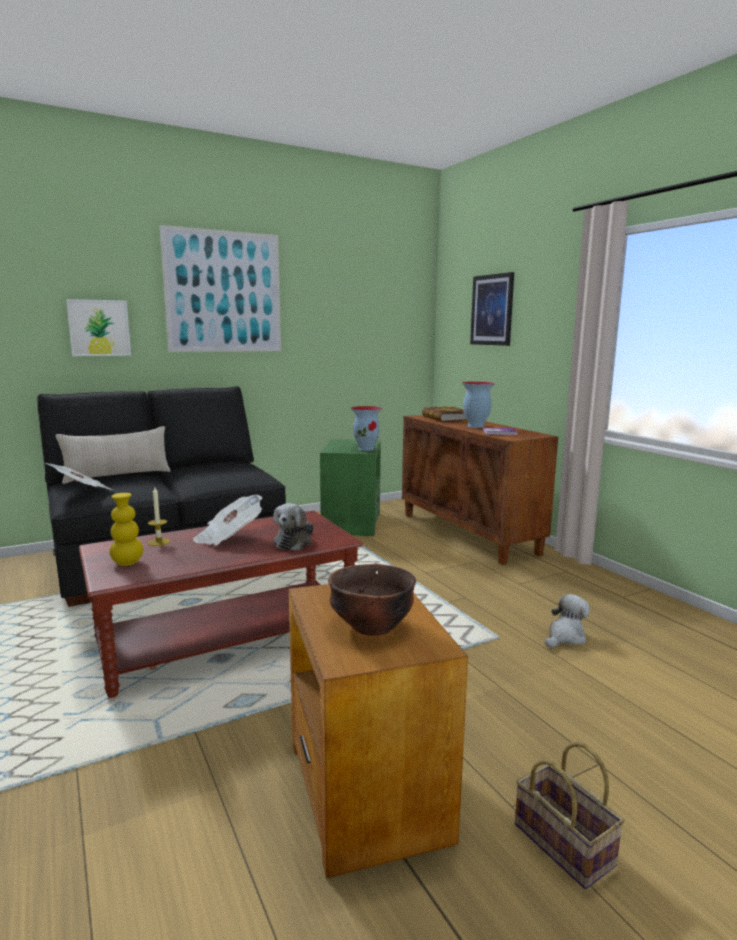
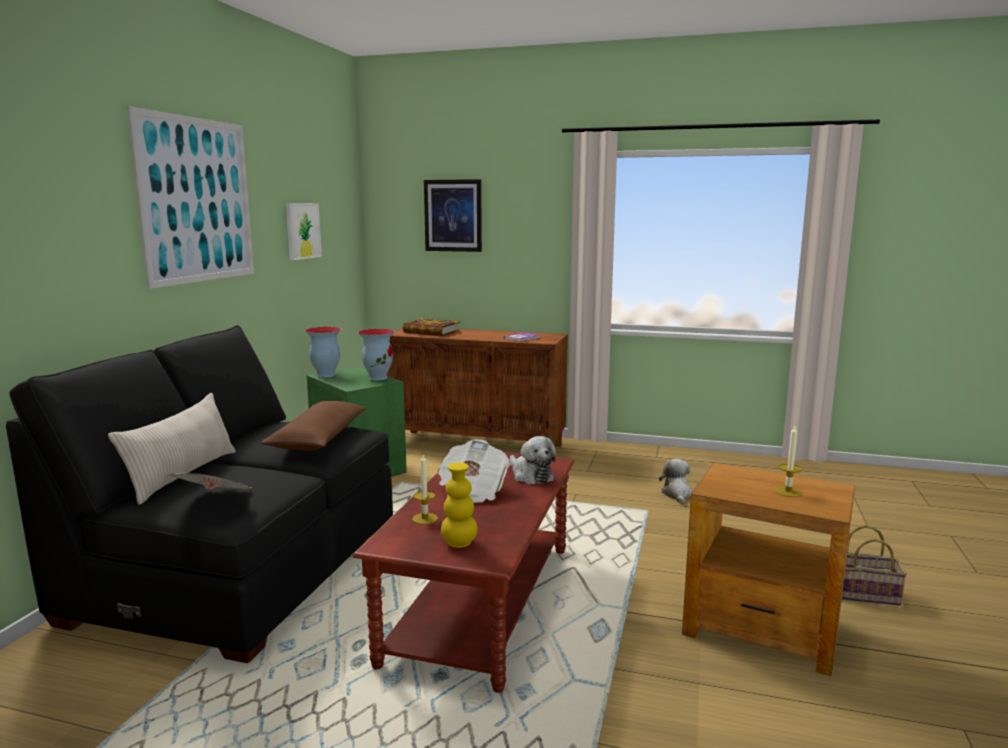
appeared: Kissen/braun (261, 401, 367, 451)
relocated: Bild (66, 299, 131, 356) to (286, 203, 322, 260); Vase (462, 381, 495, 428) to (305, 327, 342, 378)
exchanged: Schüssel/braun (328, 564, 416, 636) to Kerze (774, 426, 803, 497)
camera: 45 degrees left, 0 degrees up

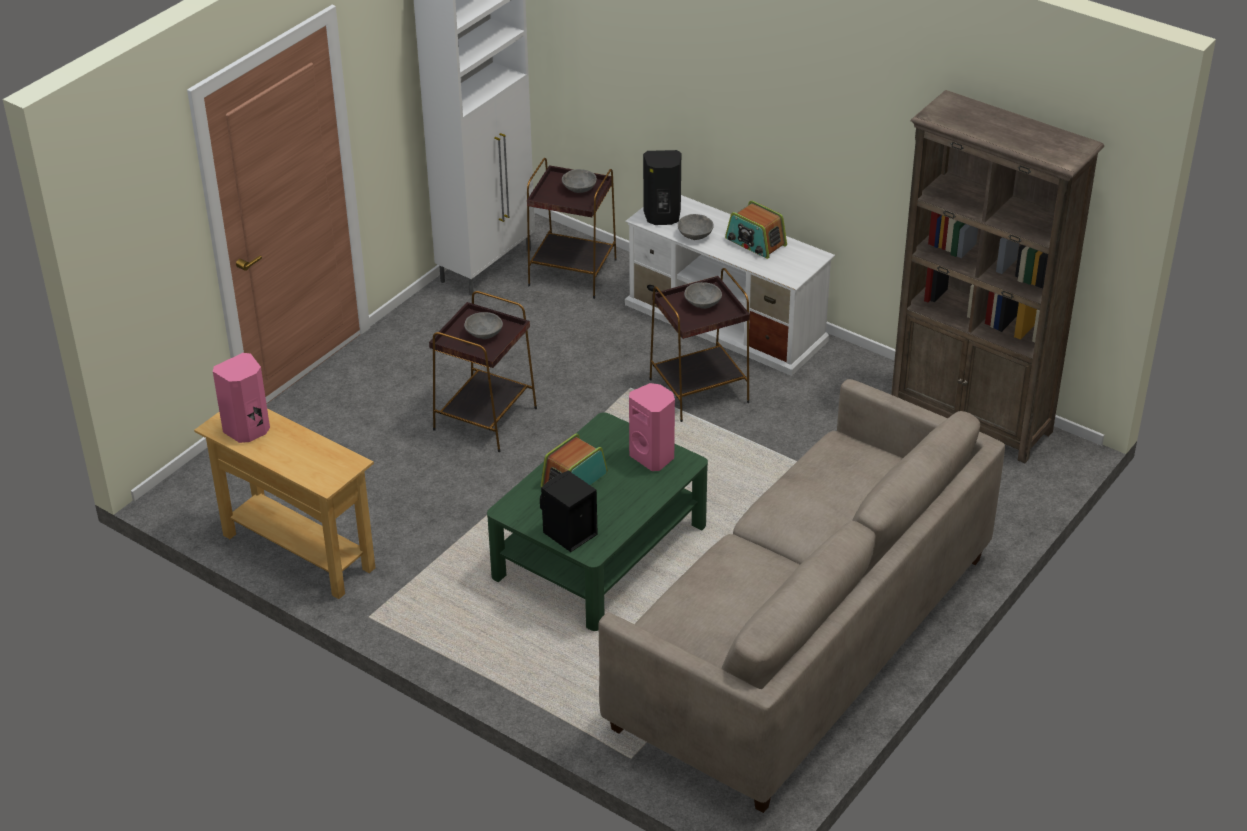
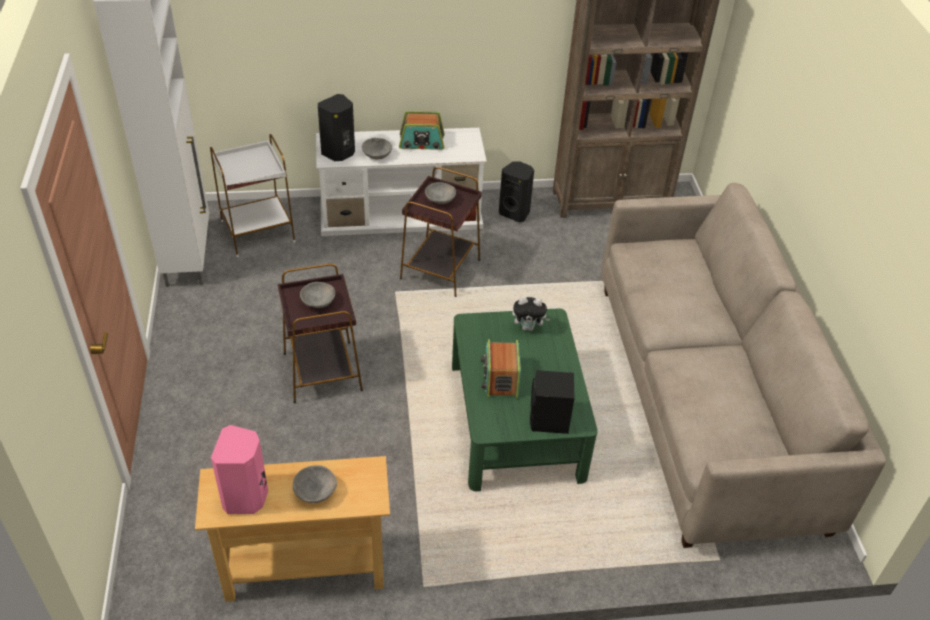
appeared: Lautsprecher/schwarz (499, 162, 534, 222)
relocated: Schüssel/grau (562, 169, 597, 193) to (293, 465, 337, 503)
exchanged: Lautsprecher/rosa (629, 383, 675, 471) to Plüschtier (512, 297, 550, 331)
colour: Beistelltisch/braun (527, 158, 617, 299) to Beistelltisch/weiß (210, 134, 295, 257)
camera: 45 degrees left, 5 degrees up

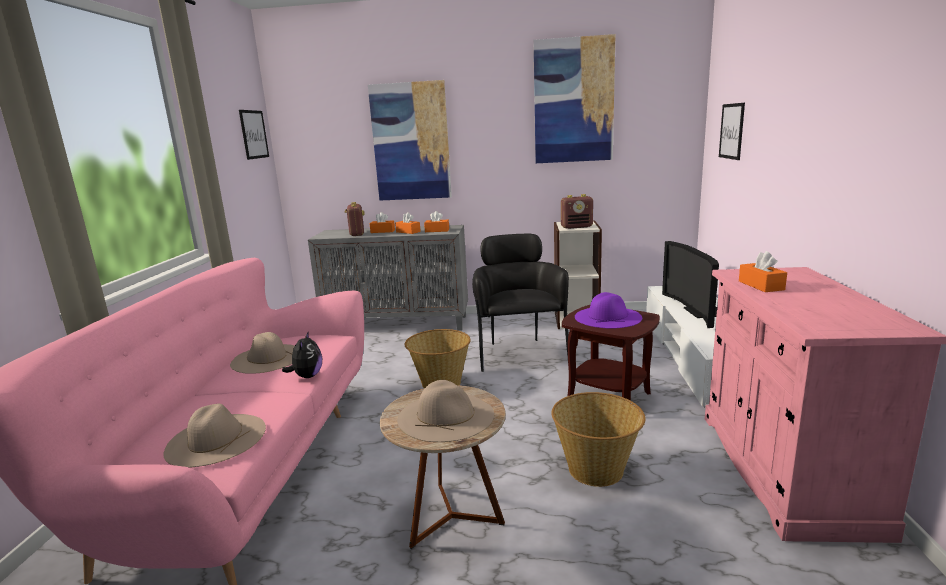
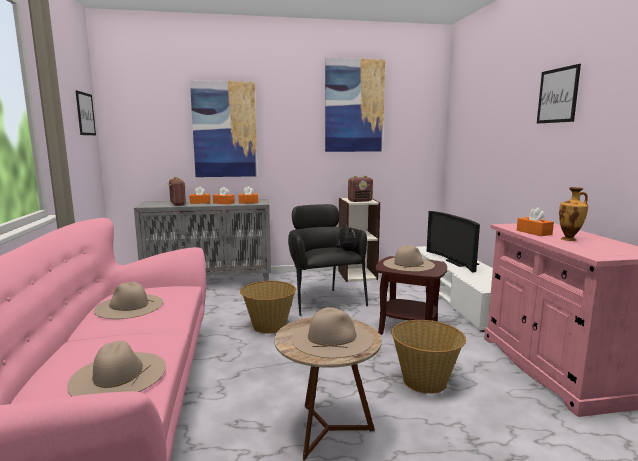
appeared: Vase (559, 187, 588, 241)
relocated: Plüschtier (282, 331, 322, 378) to (336, 224, 357, 251); Bild (719, 103, 745, 160) to (537, 64, 581, 123)
colour: Hut/lila (575, 292, 642, 329) to Hut/beige (383, 245, 435, 272)
camera: 15 degrees left, 5 degrees down

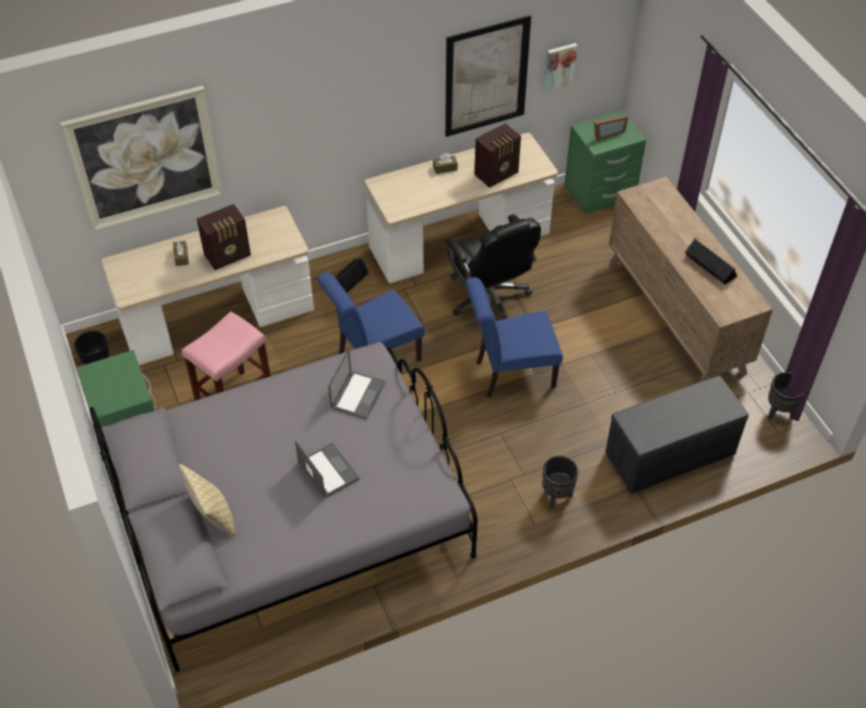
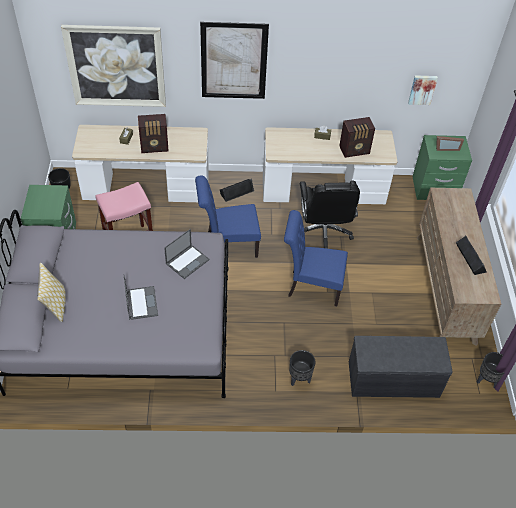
relocated: Bild (445, 15, 531, 137) to (200, 22, 269, 99)
camera: 20 degrees right, 0 degrees up

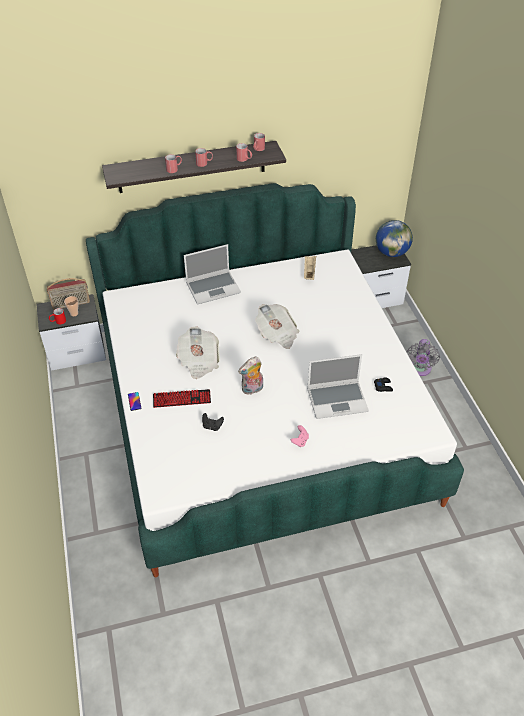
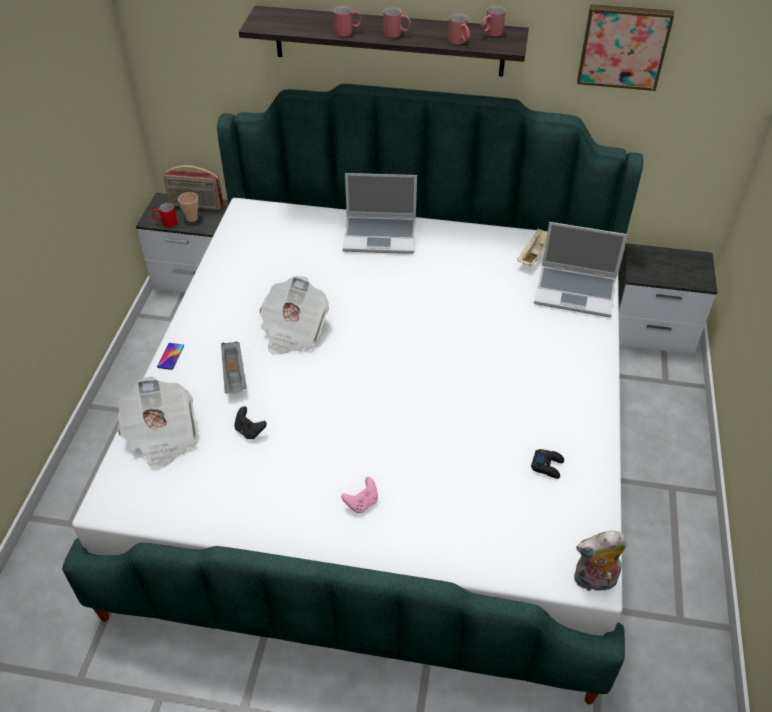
missing: Globus (376, 220, 413, 257); Ventilator/grau (407, 339, 440, 376)
appeared: Bild (577, 4, 674, 91)
relocated: Zeitung (255, 304, 299, 349) to (117, 377, 197, 470); Laptop (307, 354, 369, 419) to (534, 222, 627, 317); Plüschtier (238, 356, 263, 395) to (574, 531, 627, 591)
exchanged: Tastatur (153, 389, 211, 408) to Tablett/grau (221, 342, 246, 394)
camera: 25 degrees right, 0 degrees up

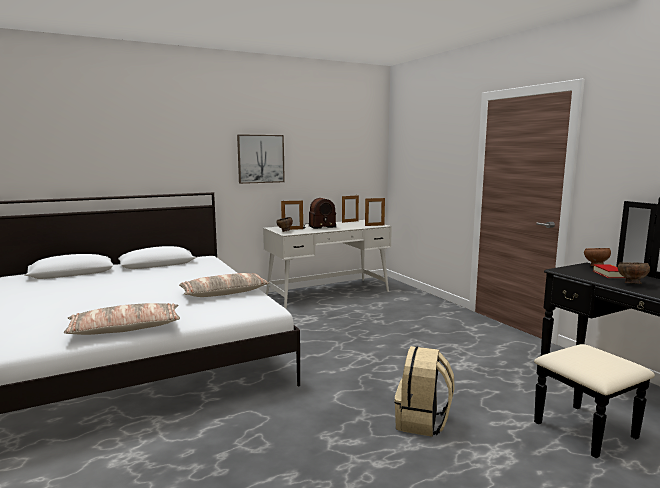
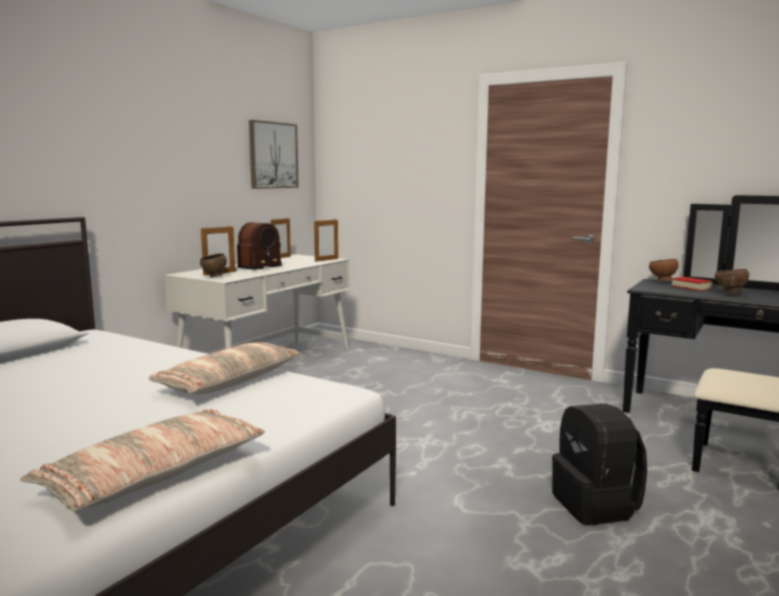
relocated: Bild (237, 134, 285, 184) to (249, 120, 299, 189)
colour: Rucksack/beige (395, 346, 455, 437) to Rucksack/schwarz (552, 403, 647, 525)
camera: 30 degrees left, 0 degrees up

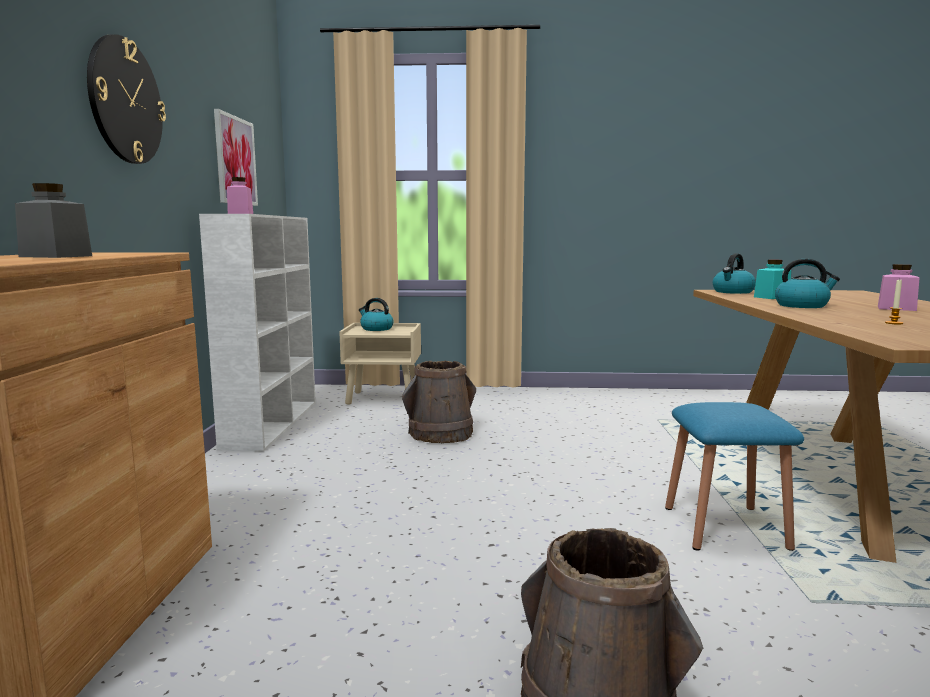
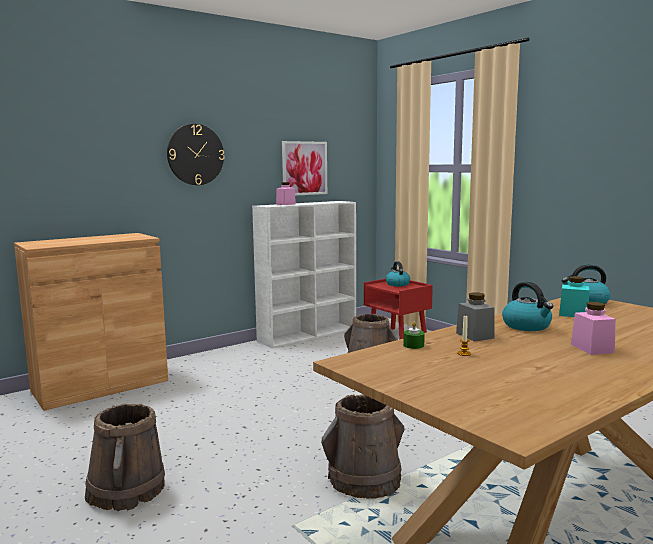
appeared: Kerze/grün (403, 321, 425, 349)
relocated: Vorratsglas/grau (15, 183, 92, 258) to (456, 293, 495, 342)
exchanged: Hocker/blau (665, 402, 804, 551) to Eimer/braun (321, 394, 404, 499)
colour: Nachttisch/beige (339, 323, 421, 405) to Nachttisch/rot (364, 279, 433, 340)
camera: 50 degrees right, 0 degrees up

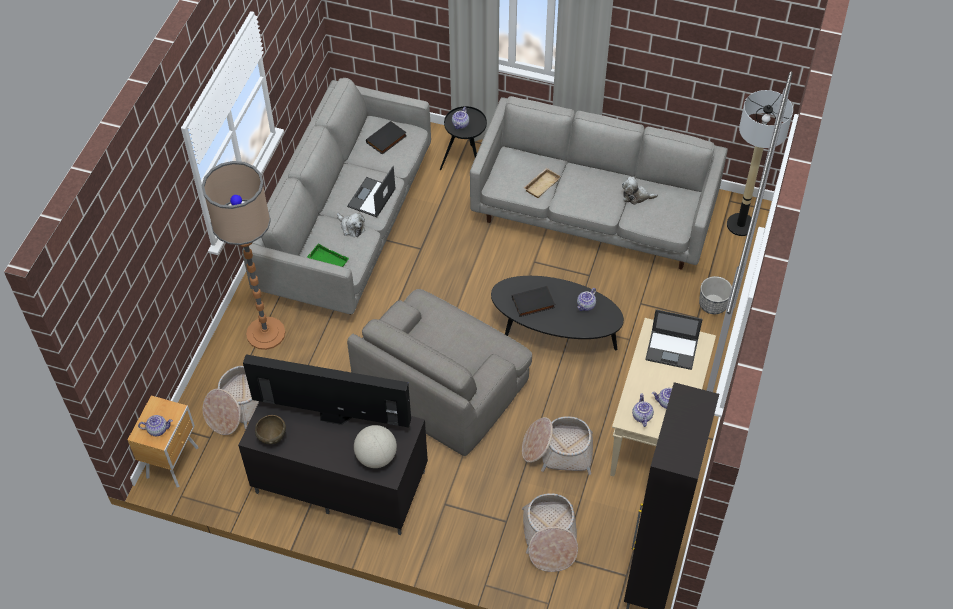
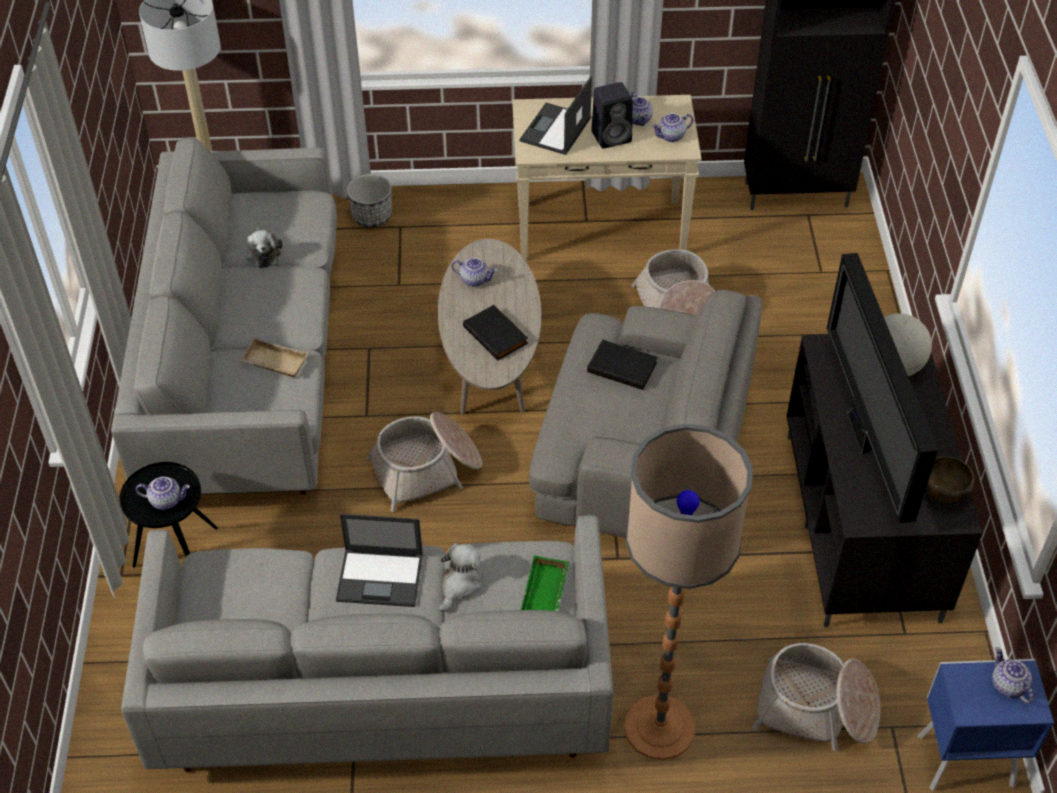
appeared: Lautsprecher/schwarz (591, 82, 633, 149)
relocated: Korb (522, 493, 578, 572) to (367, 412, 482, 512); Buch/schwarz (366, 121, 407, 155) to (587, 339, 657, 390)
colour: Couchtisch/schwarz (491, 276, 624, 350) to Couchtisch/beige (438, 239, 541, 414); Nachttisch/braun (128, 395, 198, 487) to Nachttisch/blau (918, 659, 1054, 790)
spun: Laptop (645, 309, 703, 370) = (519, 76, 592, 155) 150 degrees counterclockwise
camera: 110 degrees left, 5 degrees down

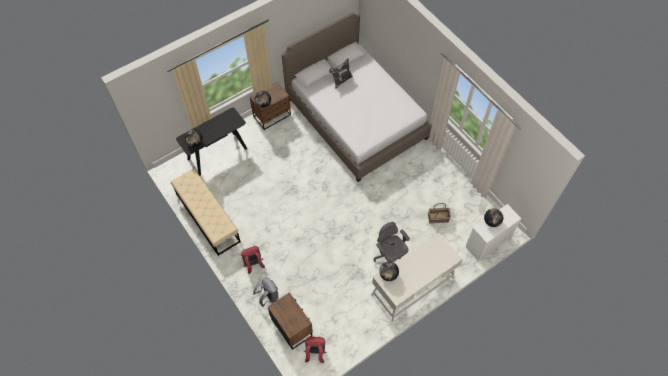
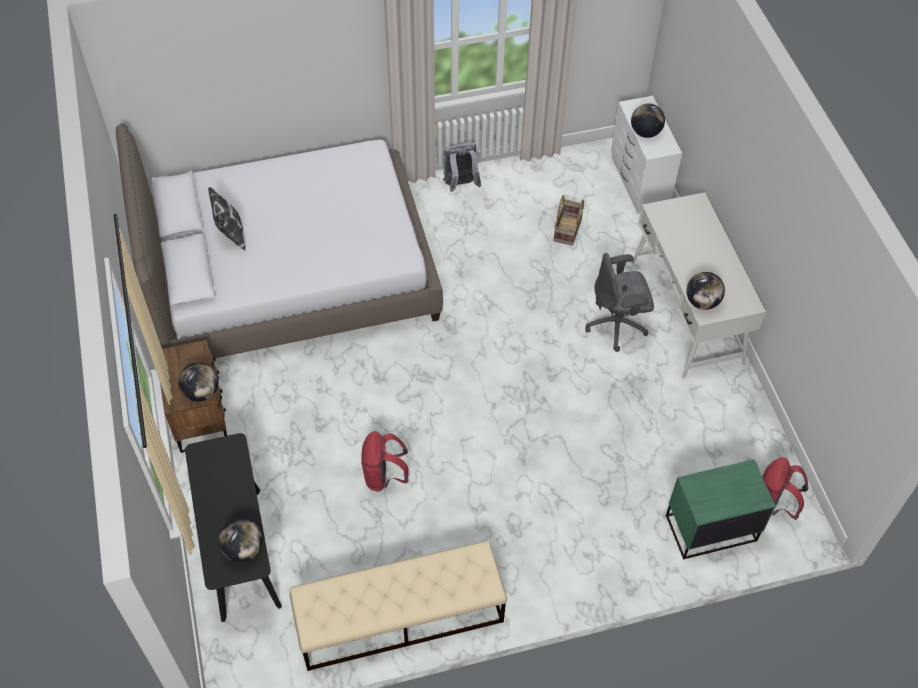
relocated: Rucksack/rot (241, 246, 265, 274) to (361, 431, 409, 492); Rucksack/grau (253, 278, 278, 307) to (443, 142, 482, 192)
colour: Nachttisch/braun (268, 292, 313, 350) to Nachttisch/grün (666, 459, 776, 559)
camera: 70 degrees left, 5 degrees down

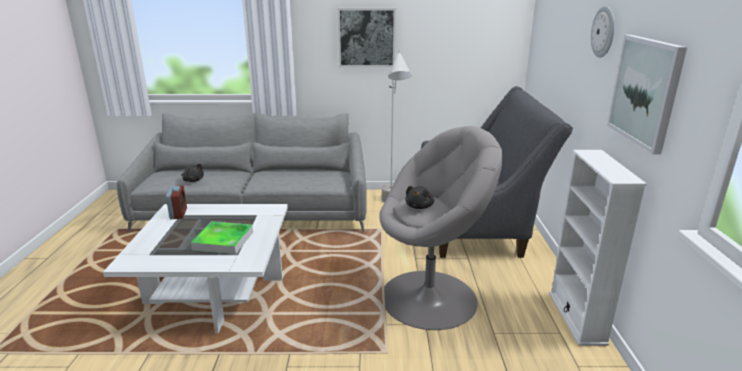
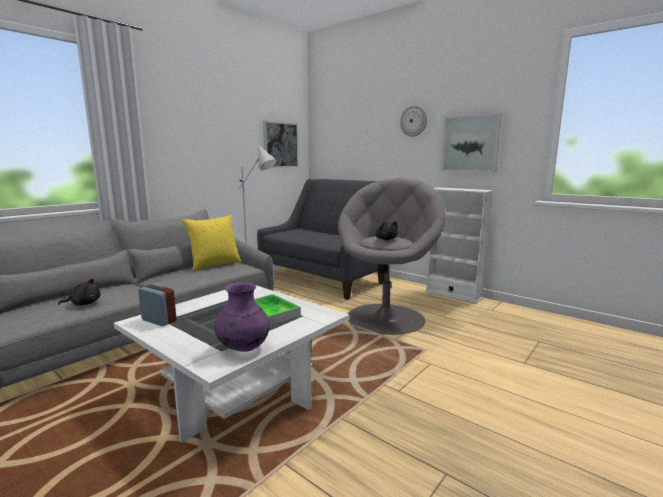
appeared: Kissen/gelb (182, 215, 242, 271); Vase/lila (214, 282, 270, 352)
relocated: Bild (338, 8, 396, 67) to (263, 121, 299, 168)
camera: 50 degrees left, 10 degrees down

